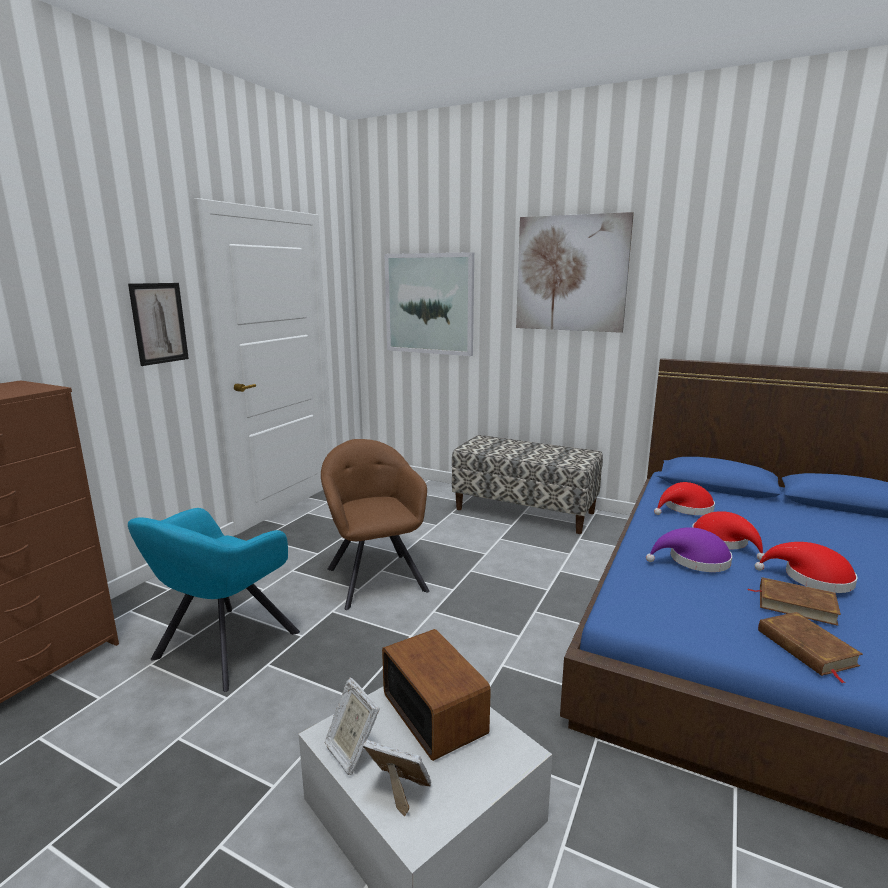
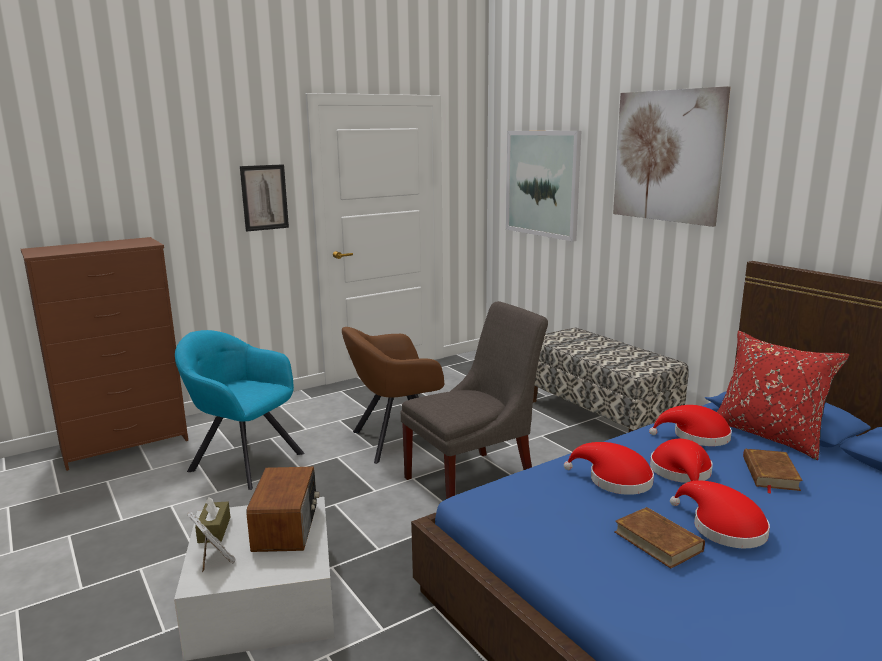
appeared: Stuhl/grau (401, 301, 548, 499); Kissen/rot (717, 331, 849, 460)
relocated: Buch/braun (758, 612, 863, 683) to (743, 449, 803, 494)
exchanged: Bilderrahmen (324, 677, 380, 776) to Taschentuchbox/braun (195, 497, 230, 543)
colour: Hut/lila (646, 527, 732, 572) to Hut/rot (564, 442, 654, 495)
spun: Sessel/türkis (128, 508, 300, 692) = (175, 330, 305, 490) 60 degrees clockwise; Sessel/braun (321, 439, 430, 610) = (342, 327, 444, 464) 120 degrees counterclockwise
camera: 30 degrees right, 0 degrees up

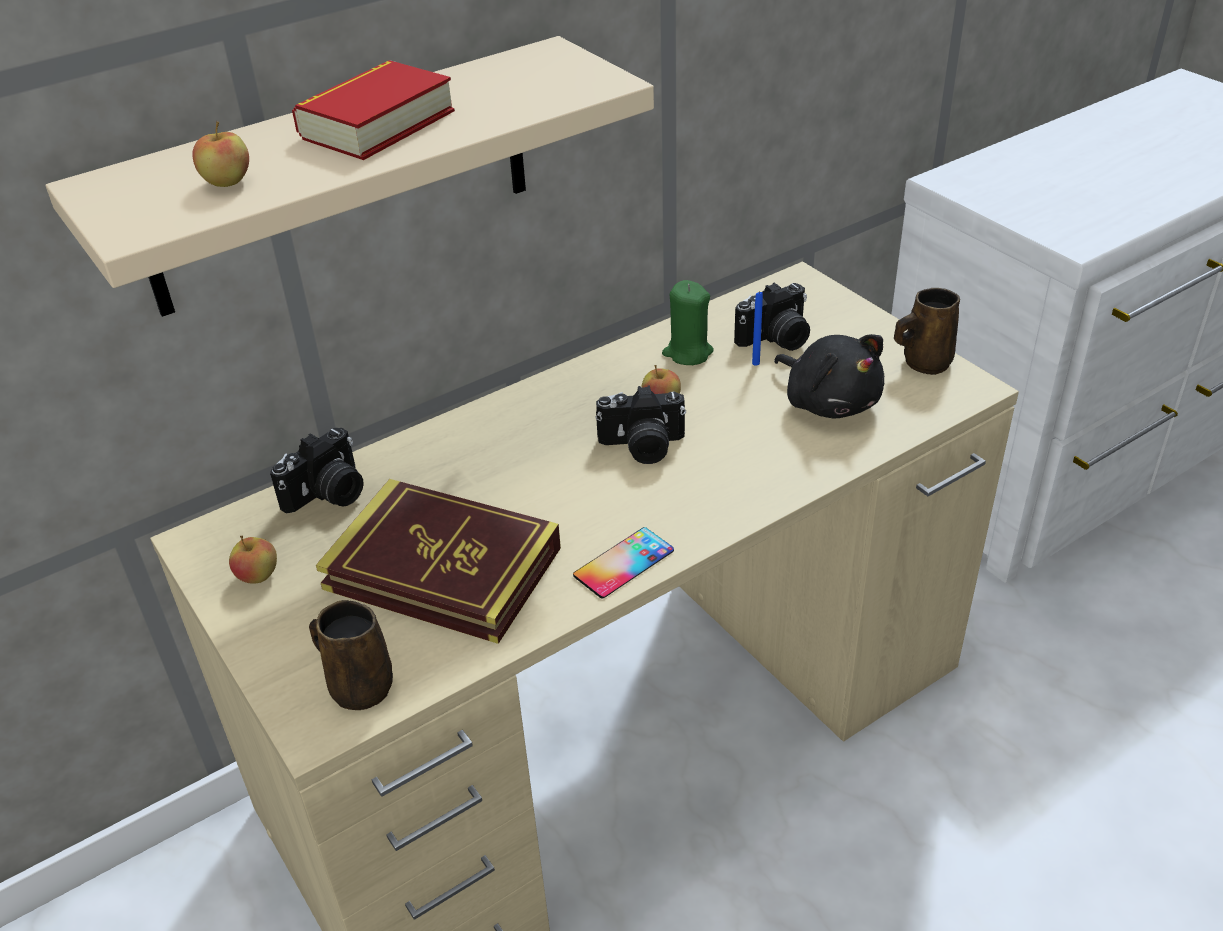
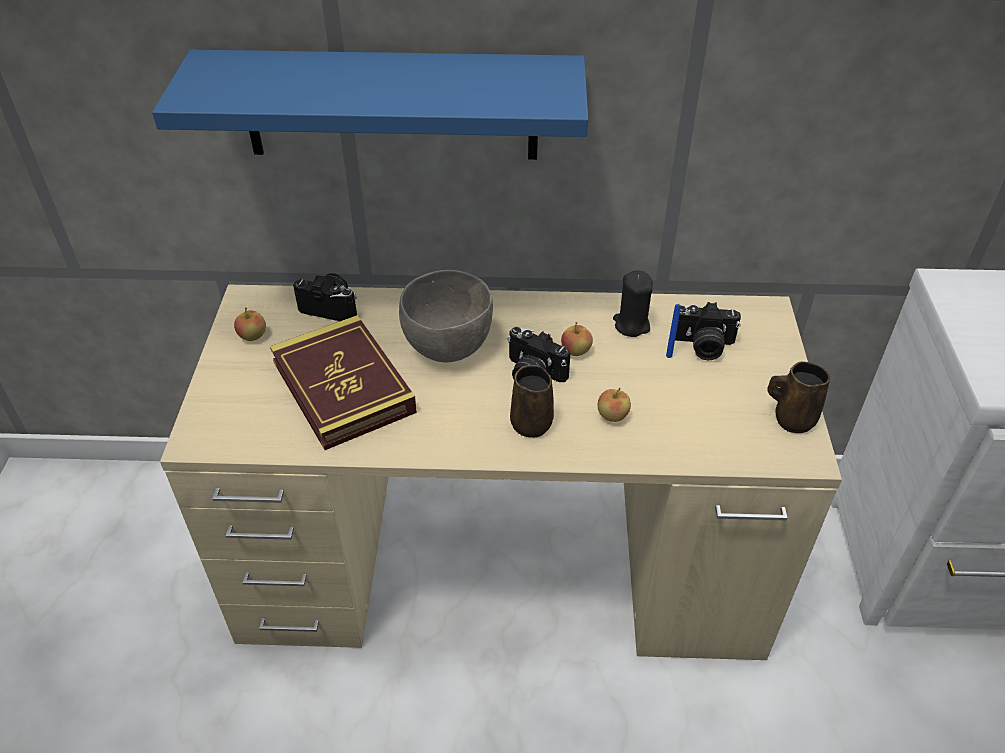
missing: Buch (292, 60, 455, 160); Handy (573, 527, 674, 598); Plüschtier/schwarz (774, 334, 884, 419)
appeared: Schüssel/grau (399, 270, 493, 362)
relocated: Henkelbecher/braun (309, 600, 393, 710) to (510, 365, 554, 438); Apfel (192, 121, 249, 187) to (598, 387, 631, 422)
colour: Wandregal/beige (46, 36, 654, 317) to Wandregal/blau (152, 50, 588, 160); Kerze/grün (662, 280, 714, 365) to Kerze/schwarz (613, 271, 653, 337)
spun: Kamera (270, 428, 364, 514) = (293, 273, 357, 321) 150 degrees counterclockwise
camera: 35 degrees right, 5 degrees up

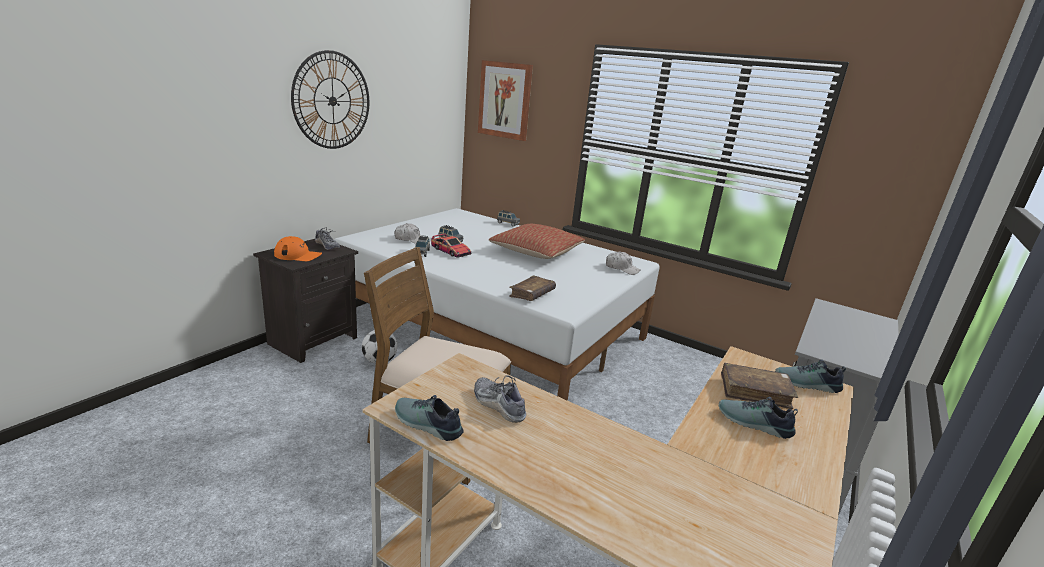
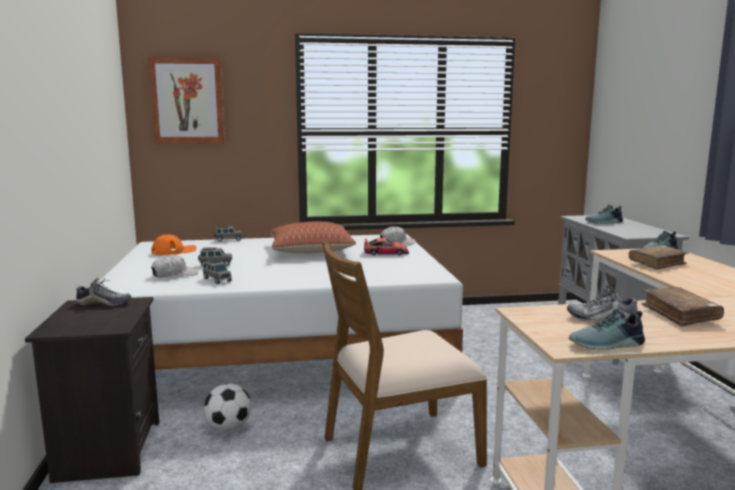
missing: Wanduhr (291, 50, 369, 149)
relocated: Kappe/orange (274, 236, 322, 261) to (152, 235, 197, 256); Spielzeugauto (431, 233, 472, 258) to (364, 238, 409, 256); Schuh (719, 397, 798, 439) to (585, 204, 623, 223); Buch/braun (509, 275, 556, 301) to (641, 287, 724, 327)
camera: 40 degrees left, 10 degrees down

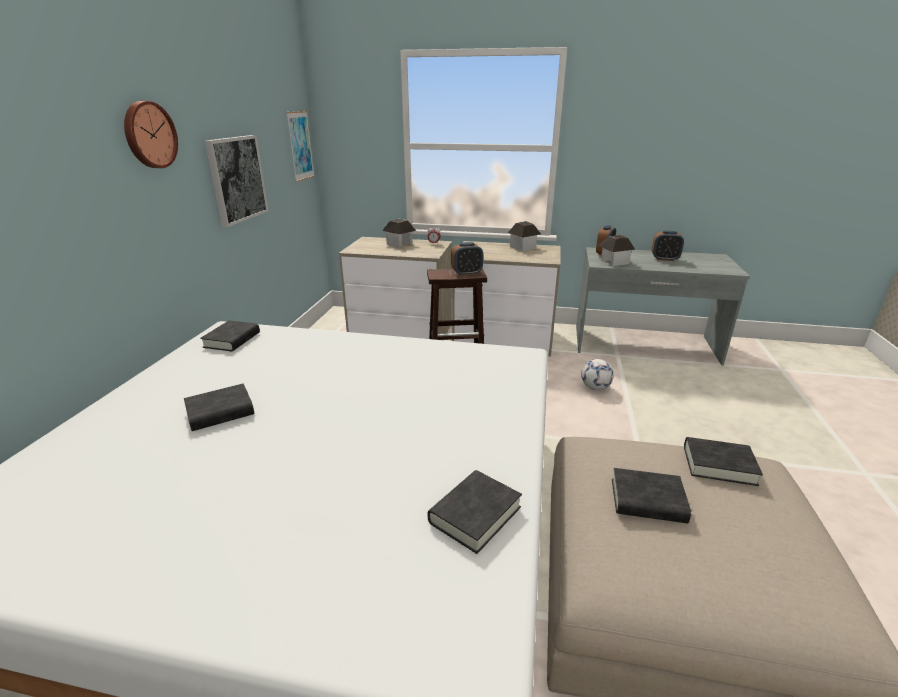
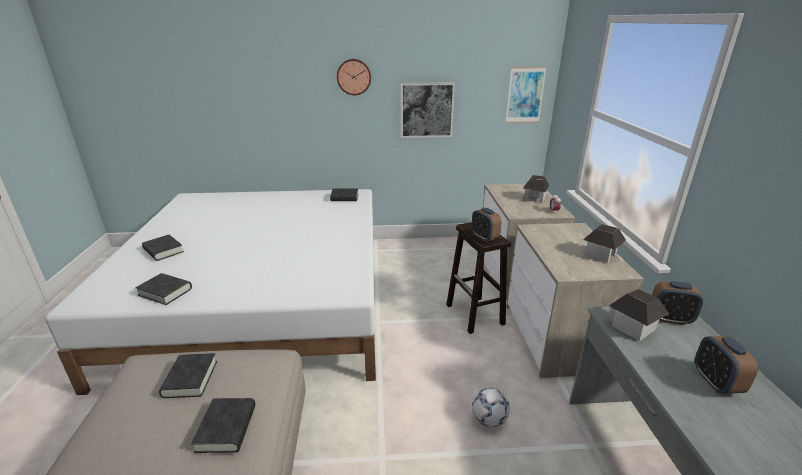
relocated: Buch/schwarz (184, 384, 254, 431) to (142, 235, 184, 261)
camera: 75 degrees right, 0 degrees up

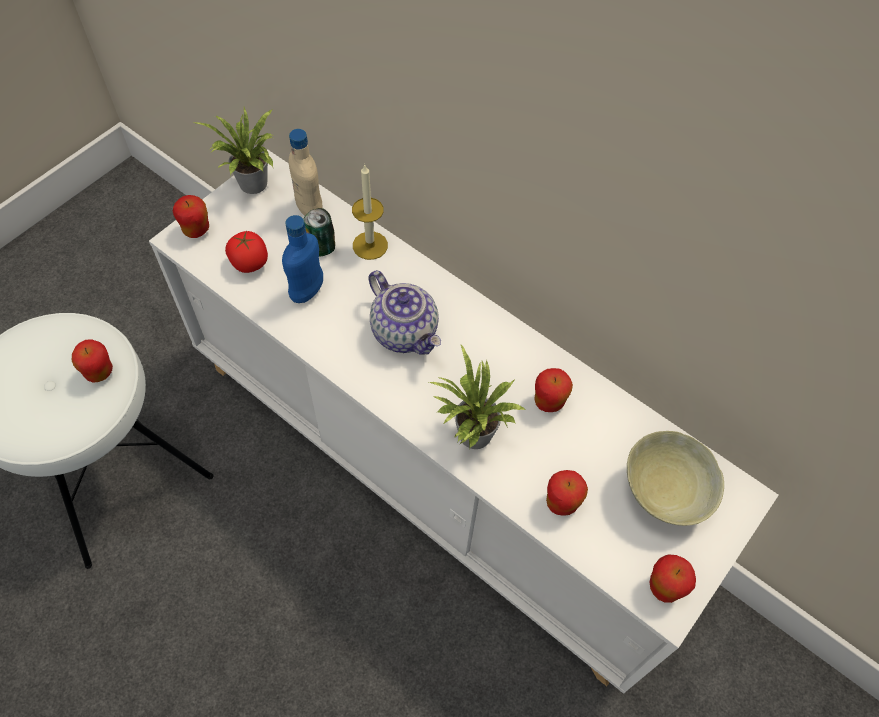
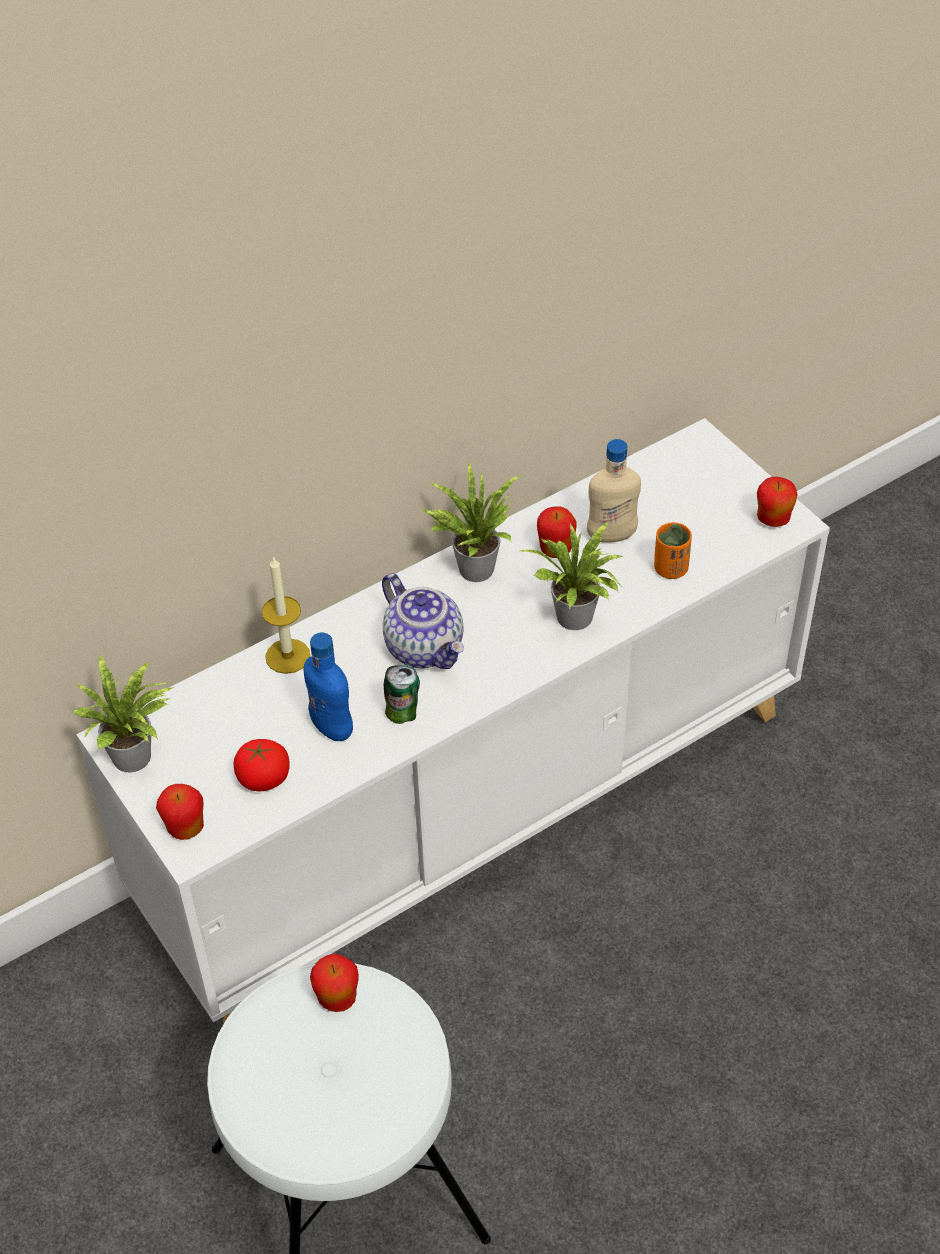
missing: Schüssel/beige (627, 431, 724, 526)
appeared: Topfpflanze (422, 461, 522, 582)
relocated: Dose (304, 208, 335, 256) to (384, 664, 420, 724); Flasche/beige (289, 129, 323, 216) to (587, 439, 641, 543)
exchanged: Apfel (546, 470, 588, 516) to Tasse/orange (654, 522, 692, 579)
spun: Teekanne (368, 270, 441, 354) = (382, 573, 464, 669) 75 degrees clockwise
camera: 70 degrees left, 10 degrees down

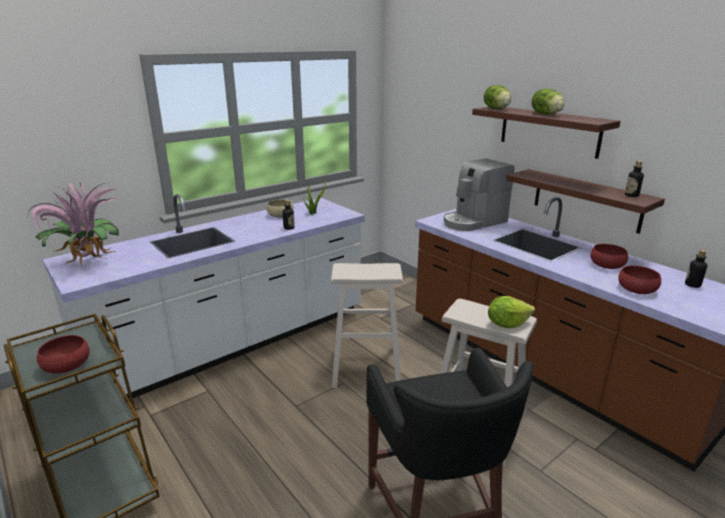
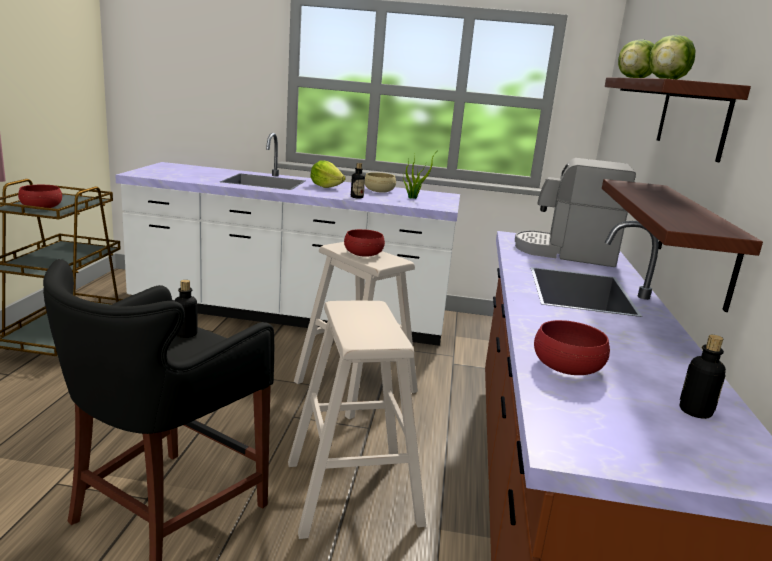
missing: Topfpflanze (27, 183, 119, 267)
relocated: Flasche (625, 161, 644, 197) to (174, 280, 198, 338); Salatkopf (488, 296, 535, 328) to (310, 160, 346, 188); Schüssel/rot (590, 244, 628, 269) to (344, 229, 385, 257)
camera: 45 degrees right, 5 degrees down

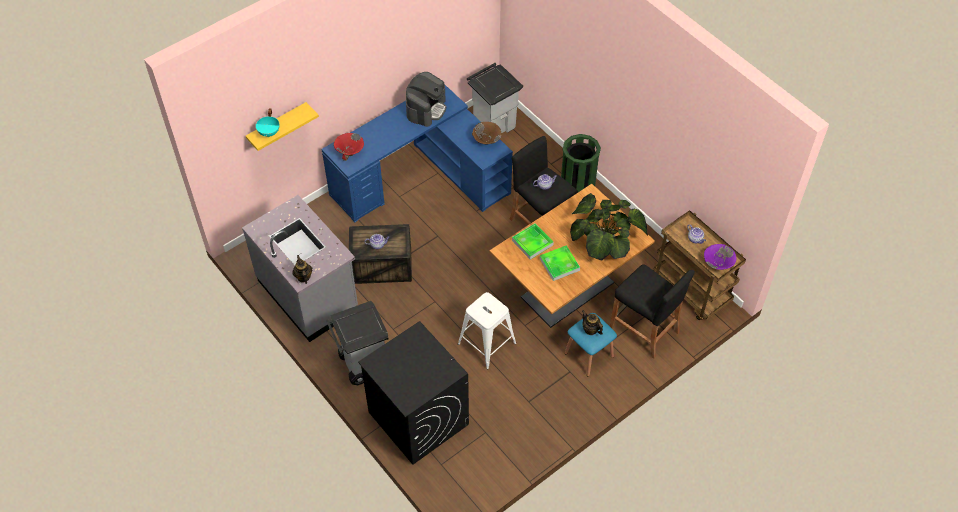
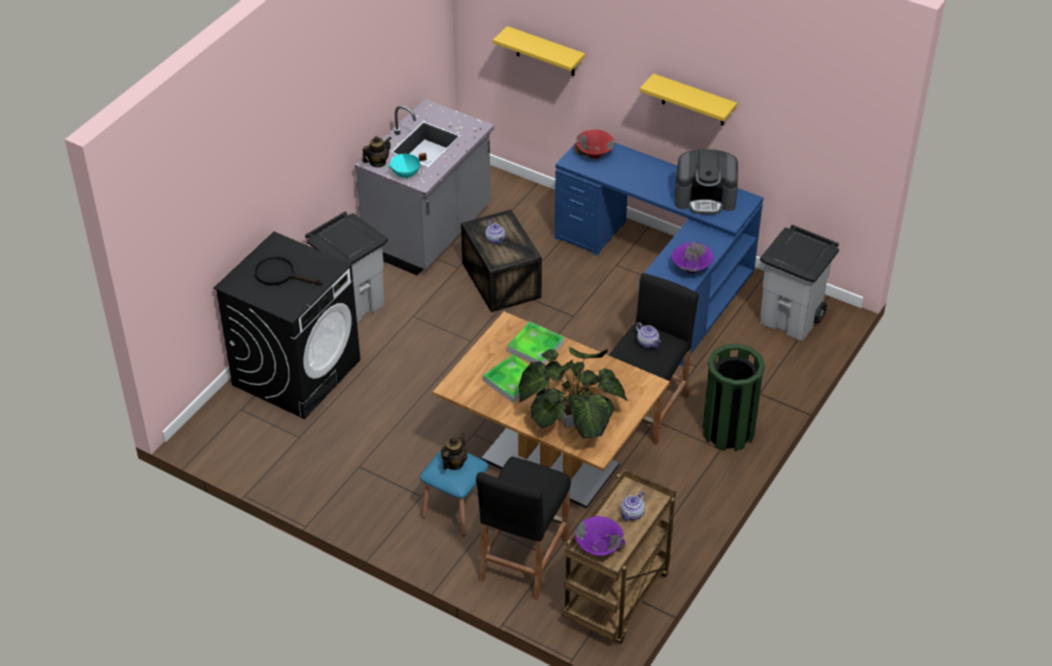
missing: Hocker/weiß (458, 292, 516, 369)
appeared: Pfanne/schwarz (255, 257, 322, 285); Wandregal/gelb (640, 73, 737, 125)
relocated: Kochtopf/türkis (256, 108, 279, 137) to (387, 153, 427, 179)
colour: Schüssel/braun (472, 122, 502, 145) to Schüssel/lila (672, 242, 714, 274)
camera: 70 degrees right, 10 degrees down

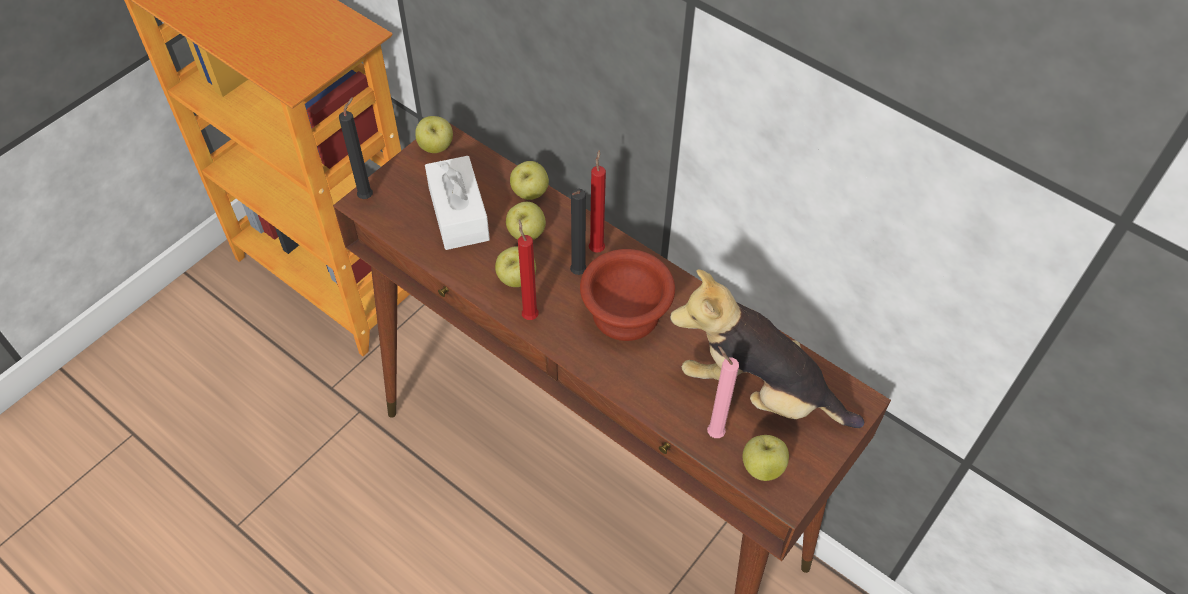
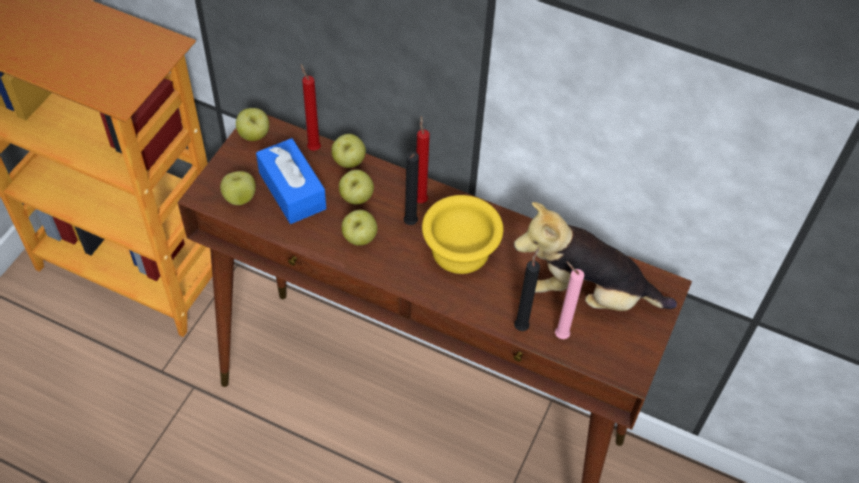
relocated: Apfel (742, 435, 789, 481) to (220, 171, 256, 205); Kerze/rot (518, 220, 539, 320) to (301, 64, 321, 151); Kerze/schwarz (339, 97, 373, 199) to (514, 247, 540, 331)
colour: Taschentuchbox/weiß (425, 156, 490, 250) to Taschentuchbox/blau (256, 138, 326, 224); Schüssel/braun (580, 249, 675, 341) to Schüssel/gelb (422, 195, 503, 274)
camera: 15 degrees left, 0 degrees up

